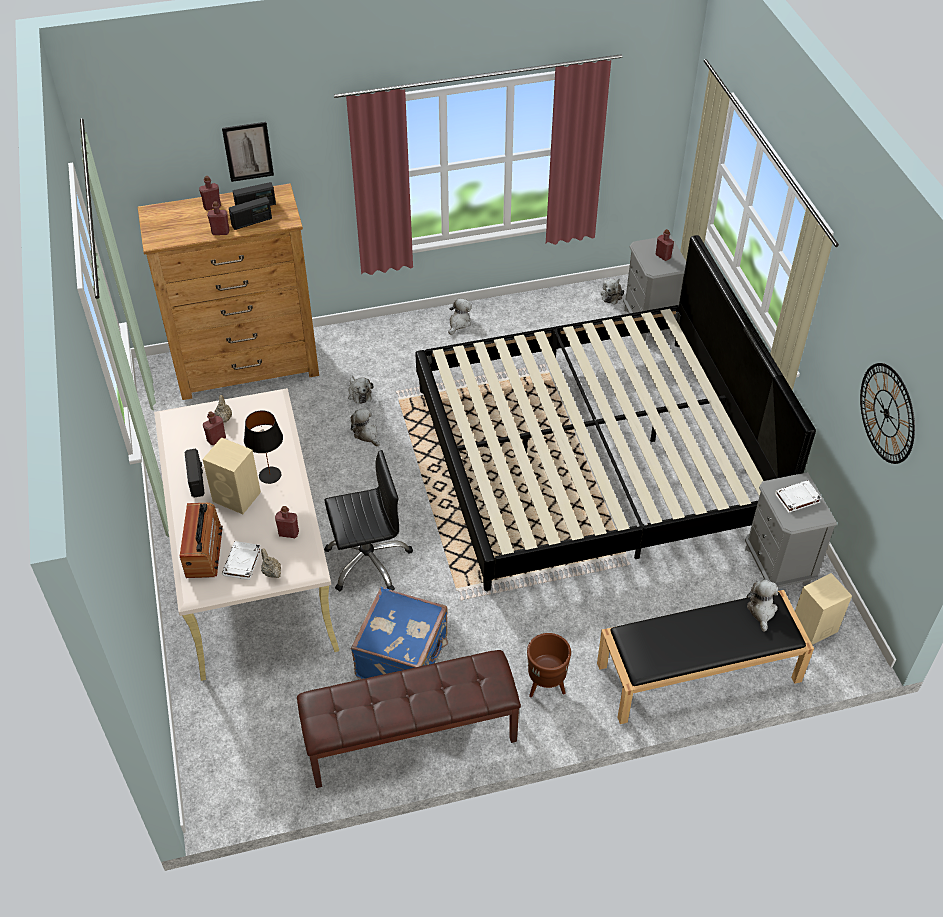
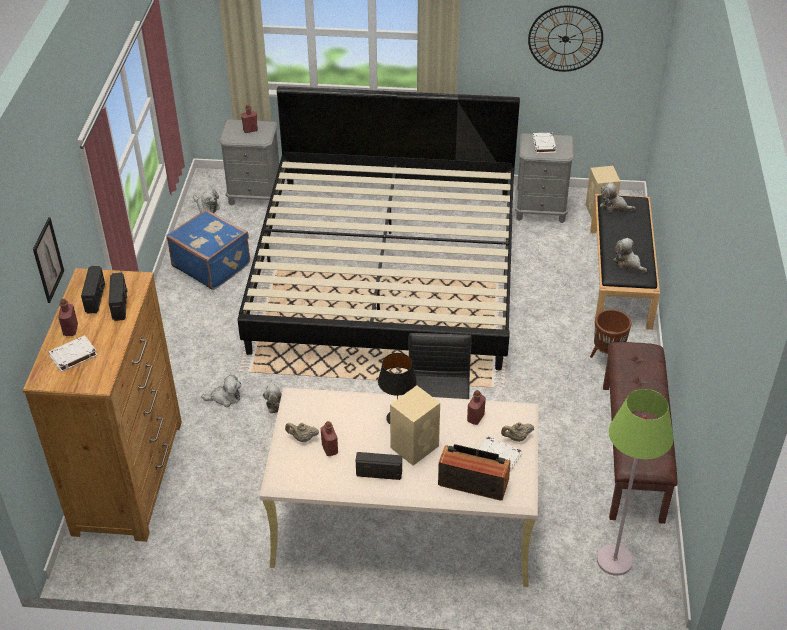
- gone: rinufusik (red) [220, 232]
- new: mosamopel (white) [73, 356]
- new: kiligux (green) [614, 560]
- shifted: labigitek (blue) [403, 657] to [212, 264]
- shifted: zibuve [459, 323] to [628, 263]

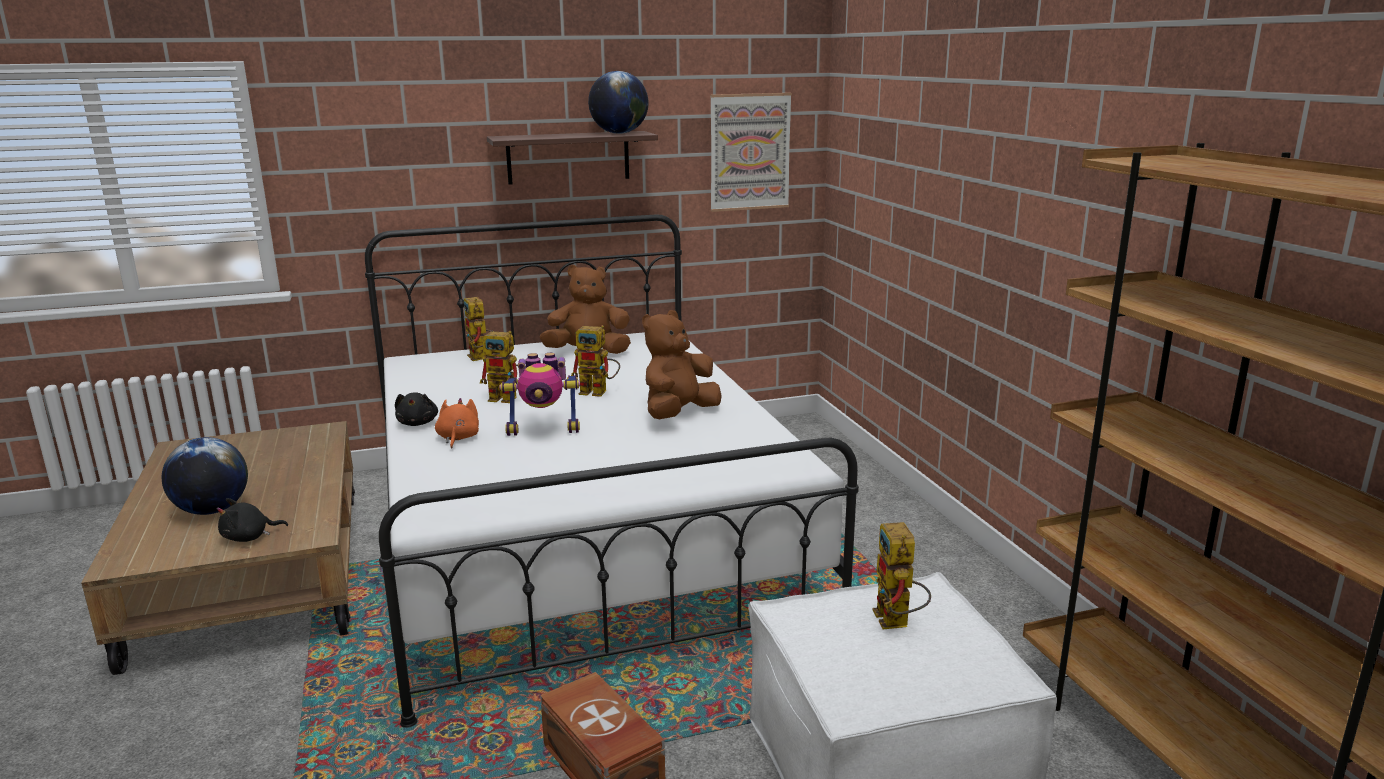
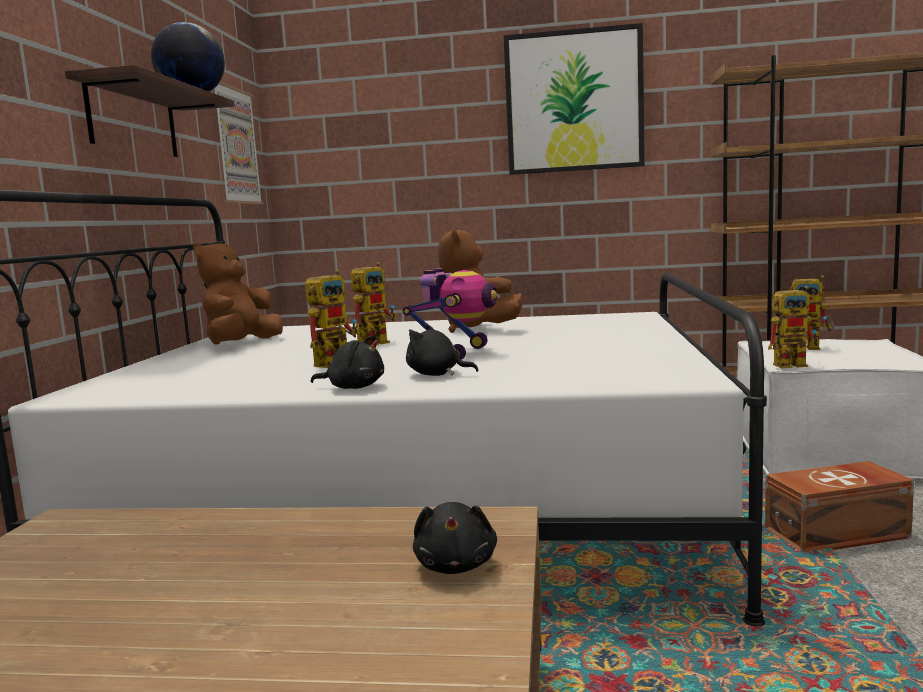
- gone: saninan [212, 510]
- new: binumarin [574, 101]
- shifted: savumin [481, 358] to [795, 364]
- repainted: zibuve (orange) [458, 438] to zibuve (black) [437, 375]

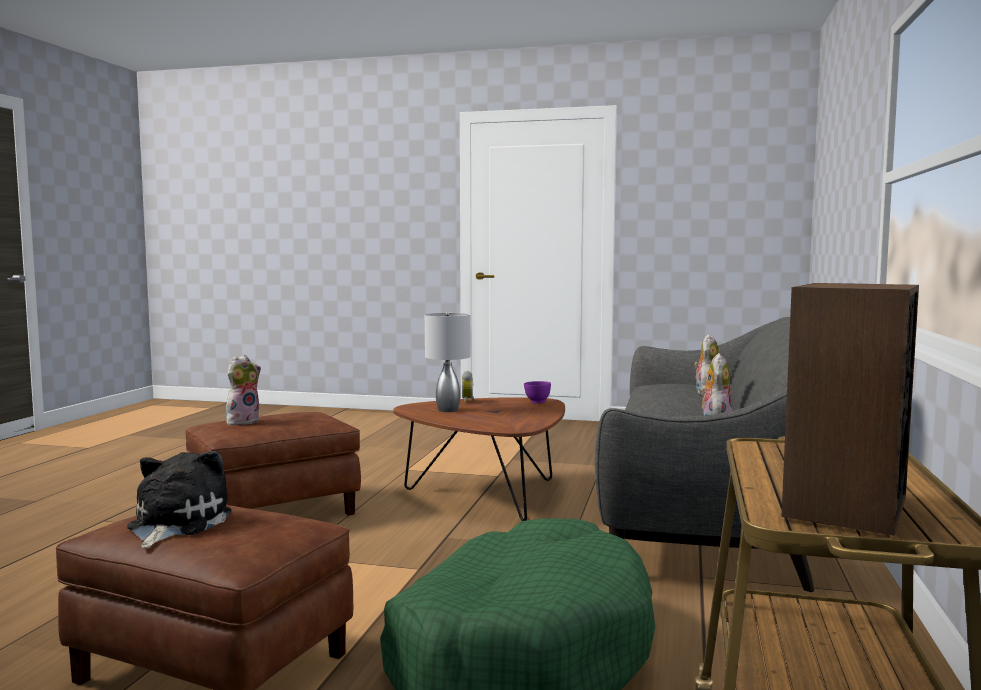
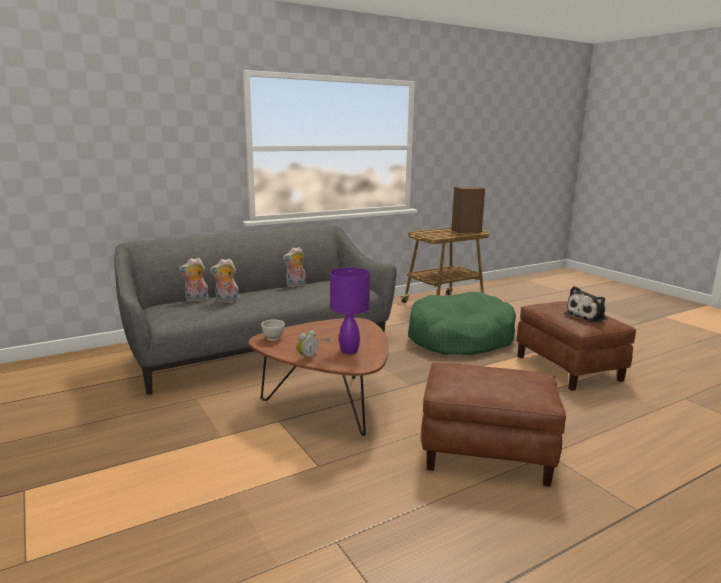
- shifted: zibuve [243, 421] to [226, 301]
- repainted: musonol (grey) [447, 410] to musonol (purple) [349, 351]
- repainted: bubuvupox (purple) [537, 402] to bubuvupox (white) [273, 339]

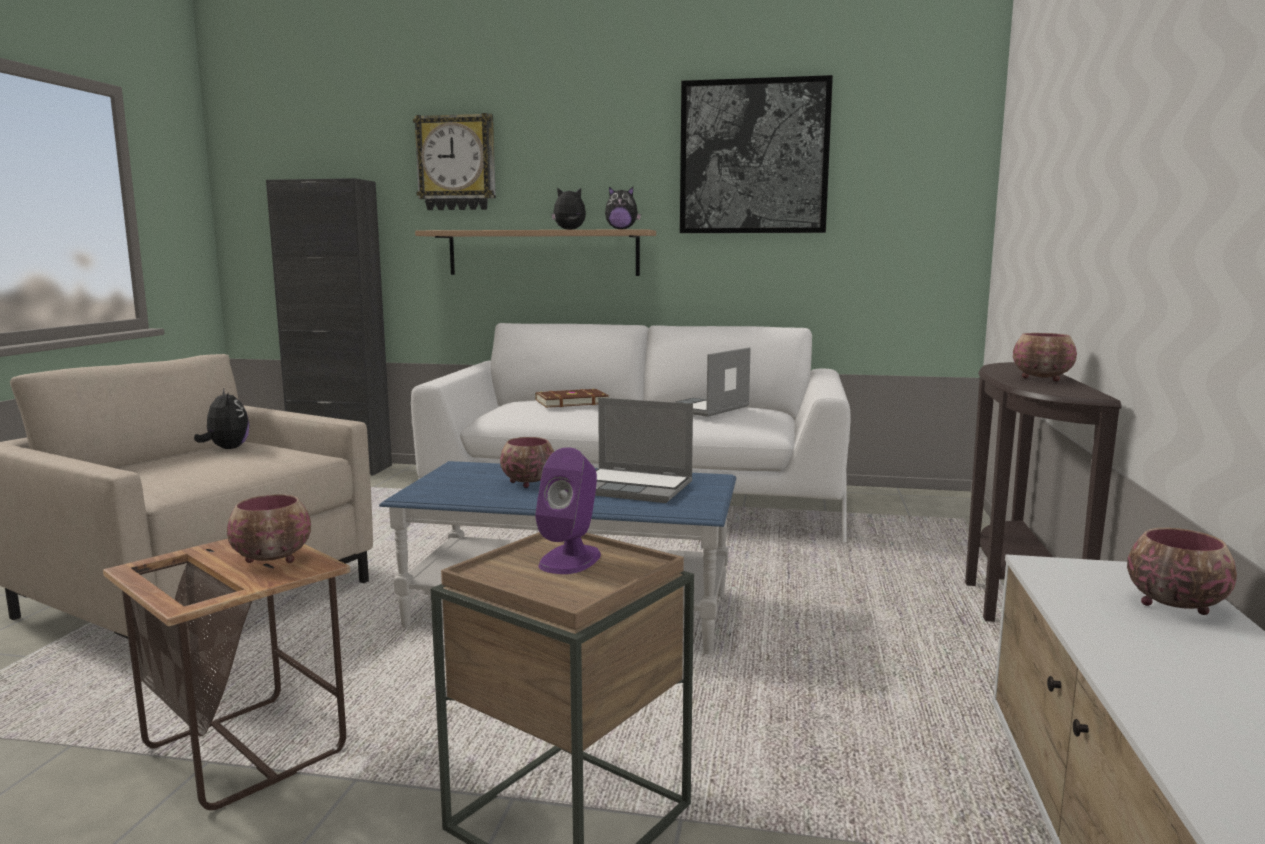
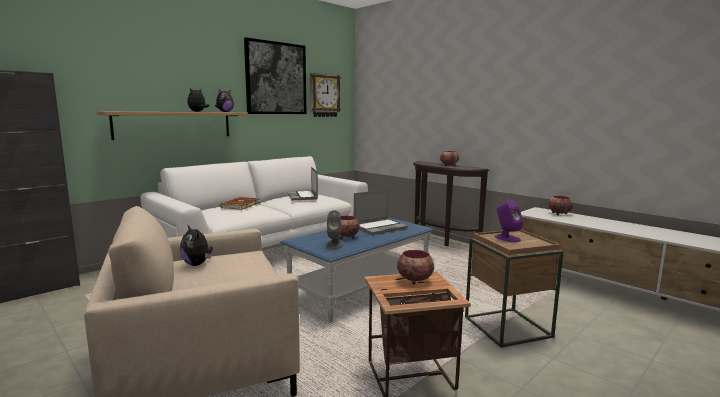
- new: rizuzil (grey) [334, 245]
- shifted: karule [456, 163] to [324, 95]
- rotated: zibuve [226, 449] = [197, 264] 135 degrees counterclockwise

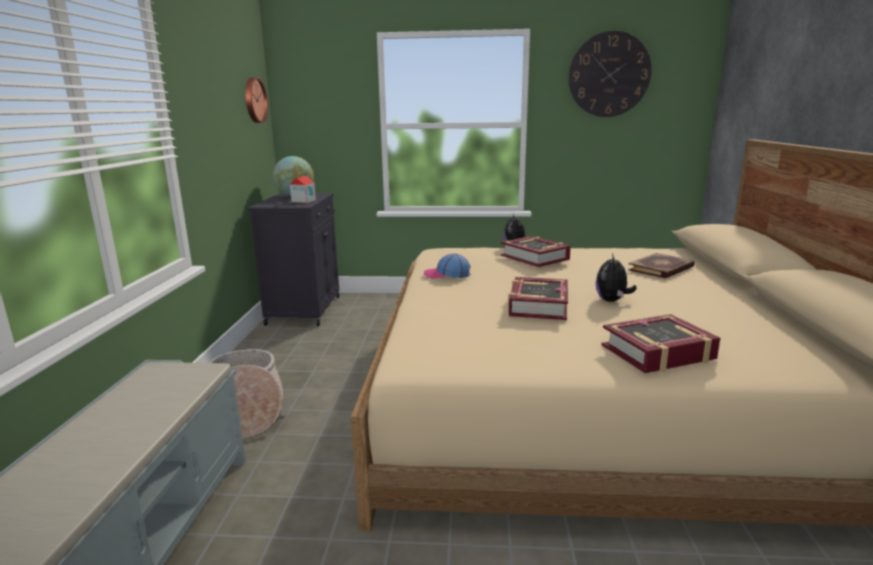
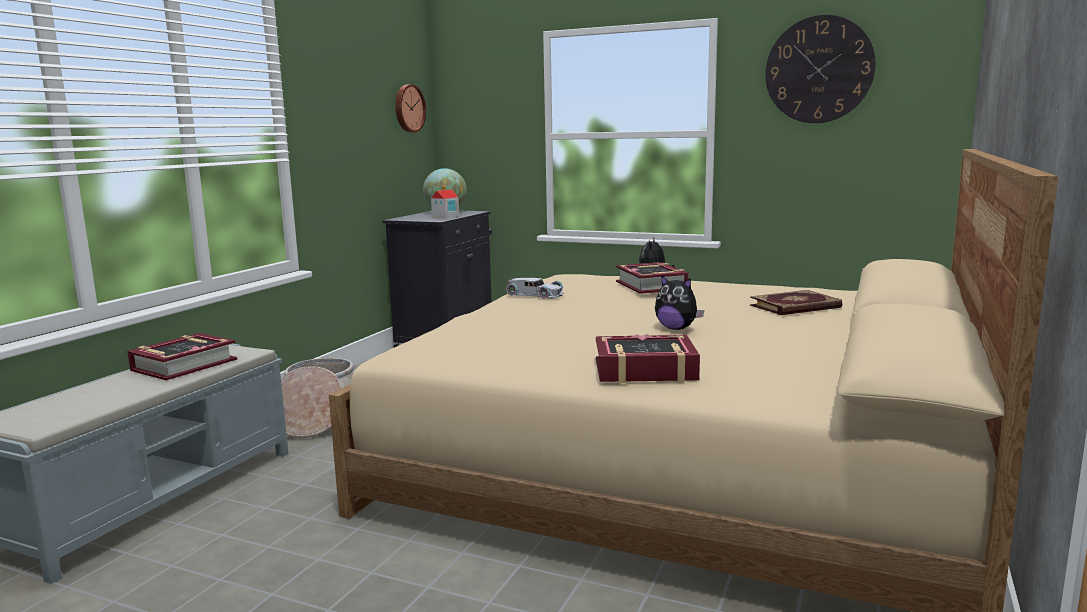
- shifted: mosamopel [538, 306] to [184, 365]
- swapped: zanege [447, 274] to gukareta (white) [535, 294]
- rotated: zibuve [612, 301] = [676, 328] 90 degrees counterclockwise

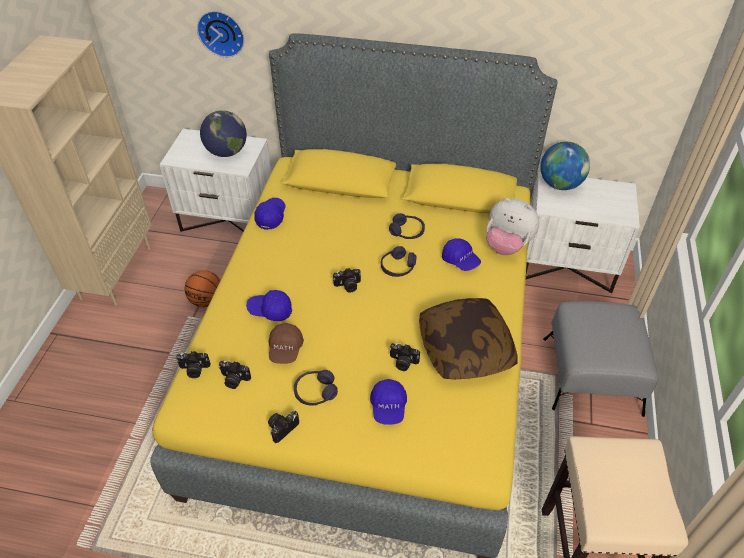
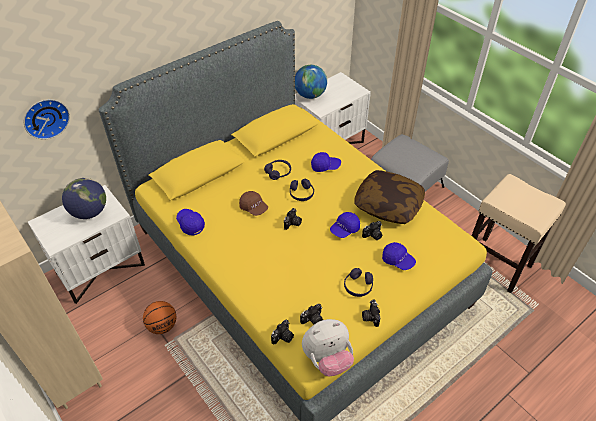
- shifted: zanege (blue) [270, 310] to [344, 229]
- shifted: zanege (brown) [285, 349] to [254, 208]
- shifted: zibuve [507, 245] to [327, 359]

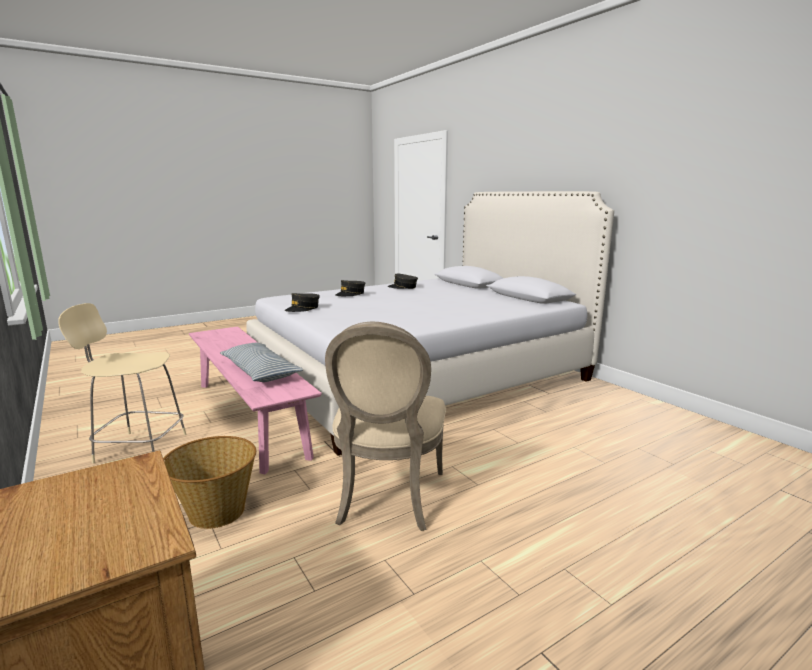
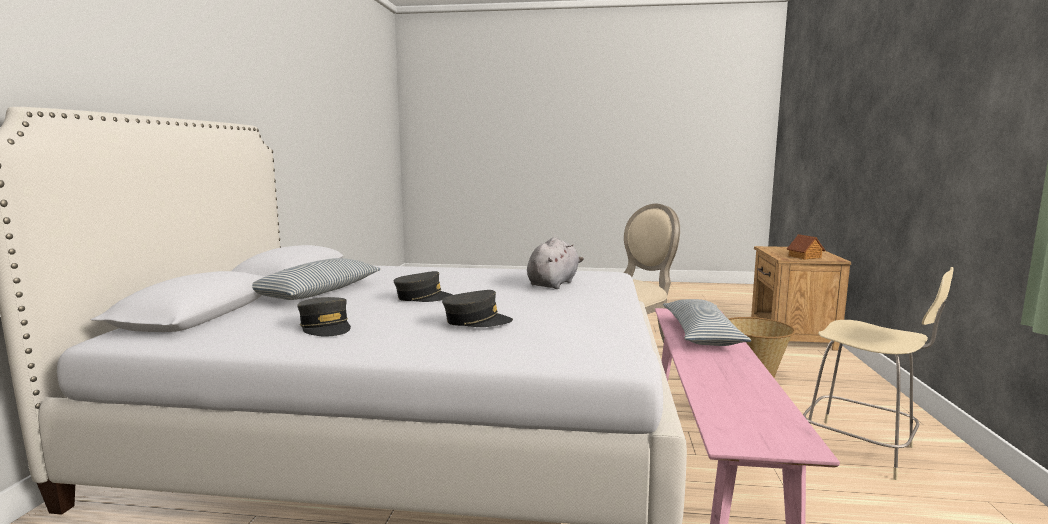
- new: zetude [318, 292]
- new: zibuve (grey) [553, 284]
- new: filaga [805, 257]
- shifted: zanege (grey) [303, 308] to [423, 297]

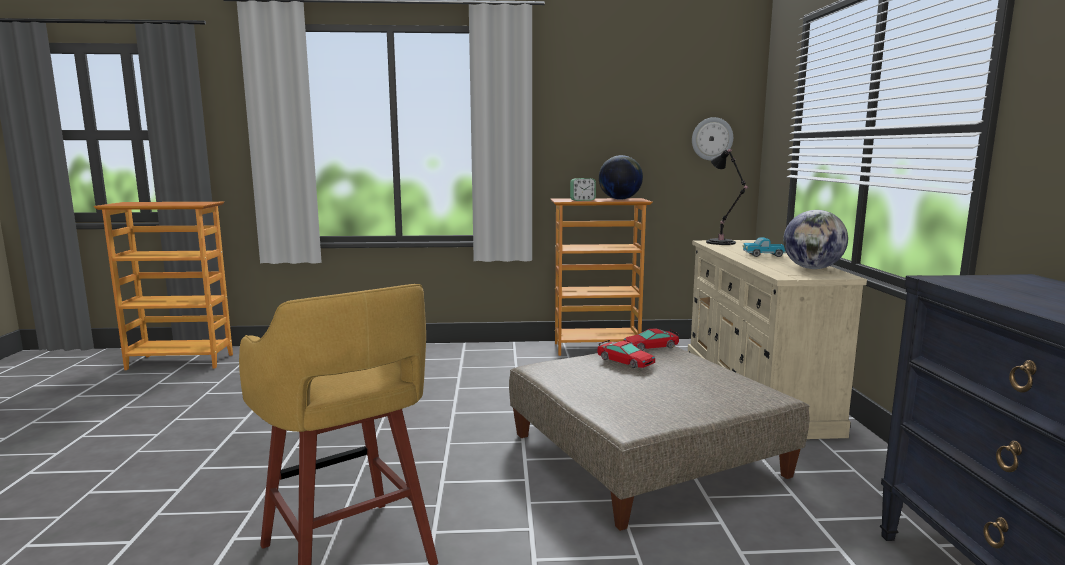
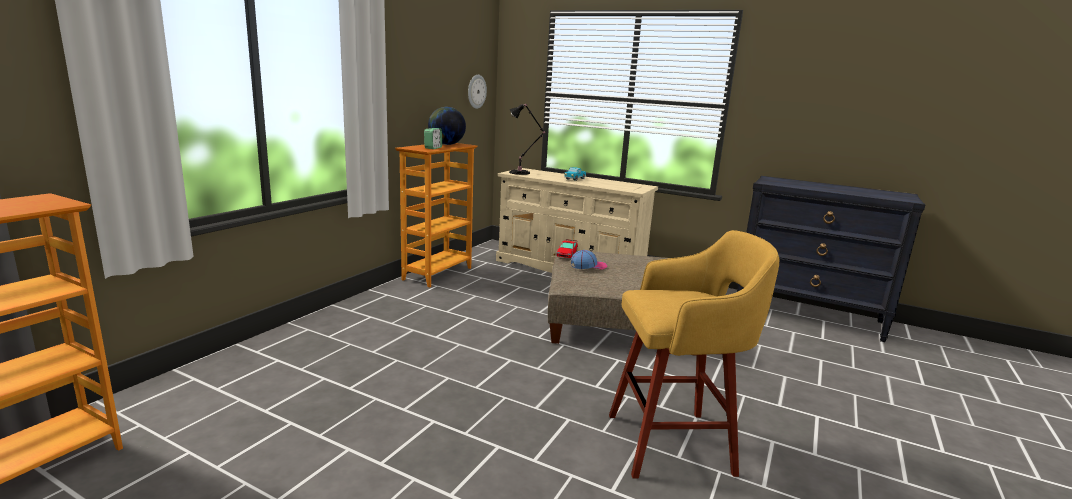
- gone: saninan [812, 268]
- swapped: gukareta [625, 361] to zanege [588, 265]

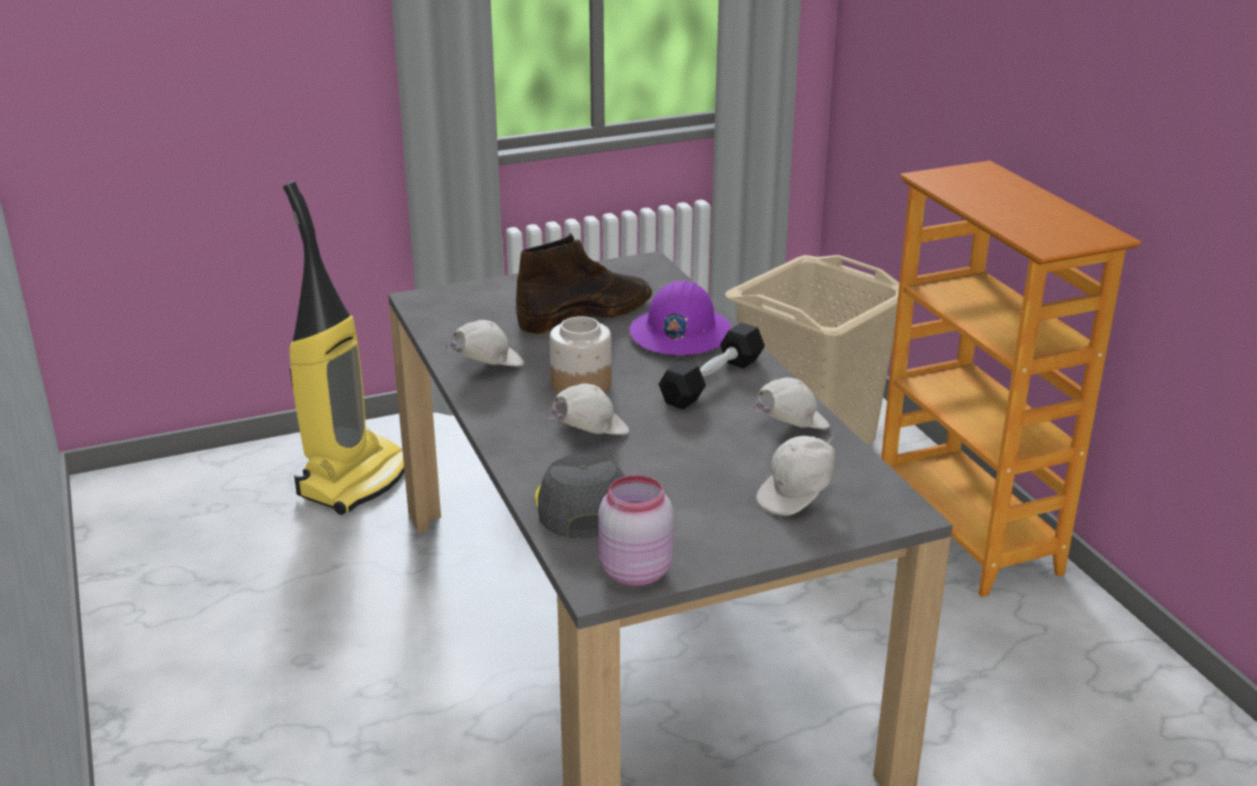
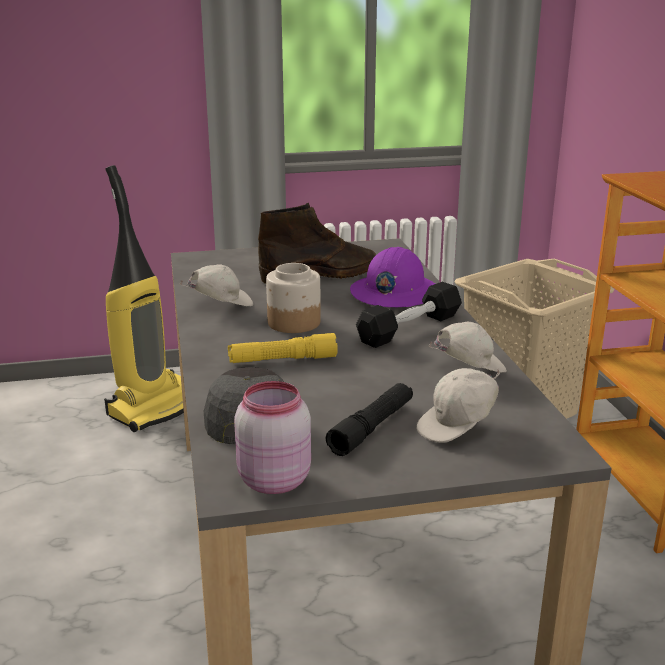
- new: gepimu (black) [372, 428]
- swapped: zanege (white) [588, 434] to gepimu (yellow) [282, 360]

